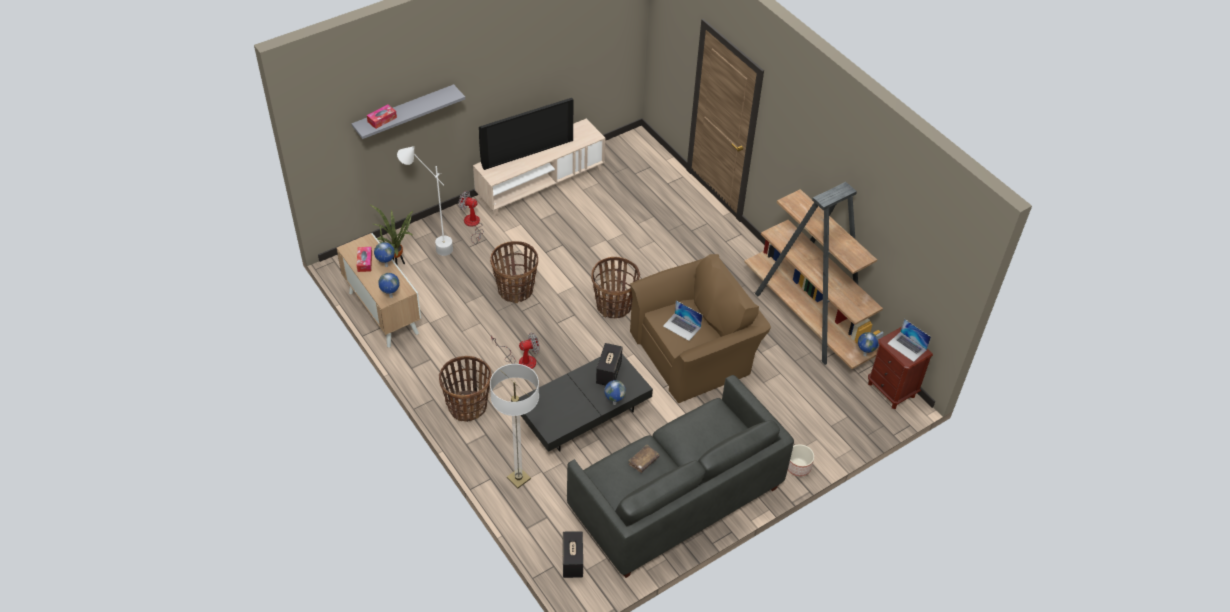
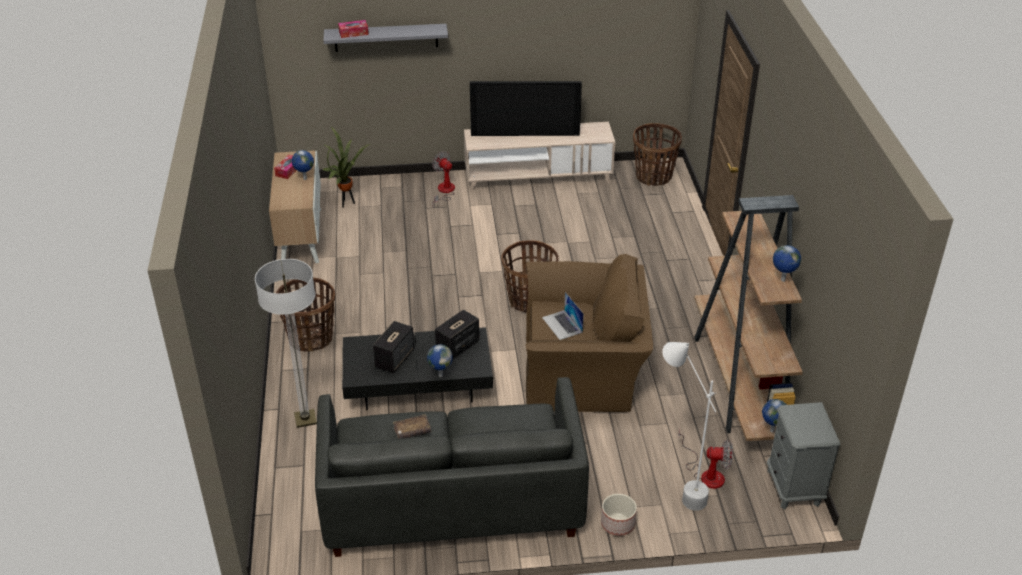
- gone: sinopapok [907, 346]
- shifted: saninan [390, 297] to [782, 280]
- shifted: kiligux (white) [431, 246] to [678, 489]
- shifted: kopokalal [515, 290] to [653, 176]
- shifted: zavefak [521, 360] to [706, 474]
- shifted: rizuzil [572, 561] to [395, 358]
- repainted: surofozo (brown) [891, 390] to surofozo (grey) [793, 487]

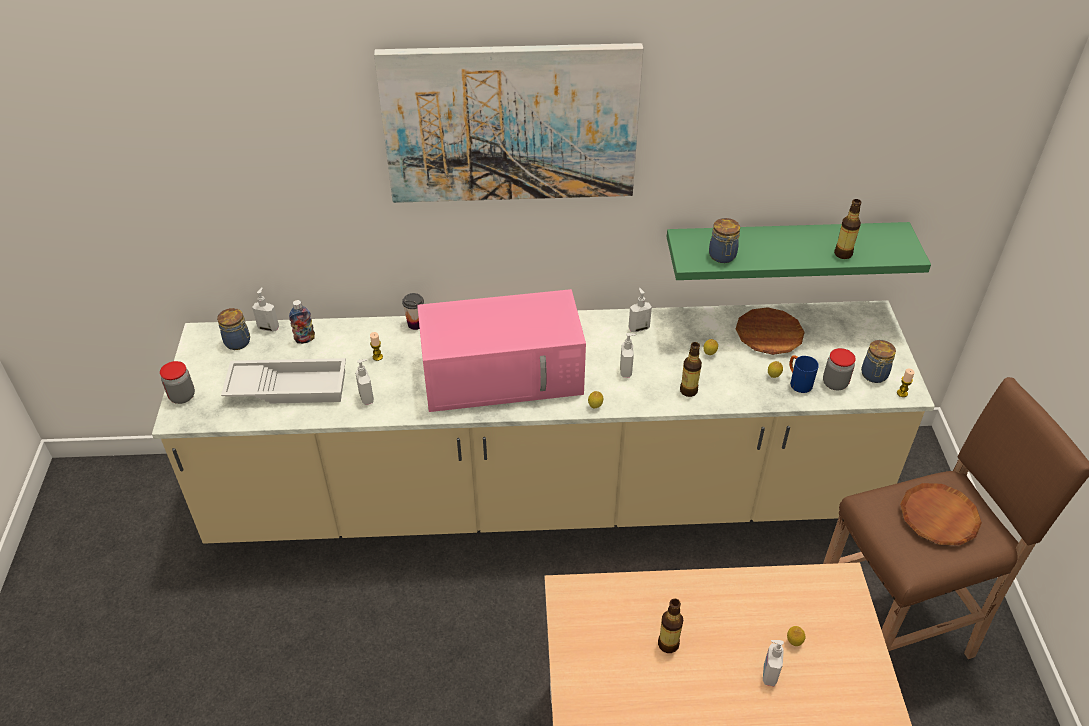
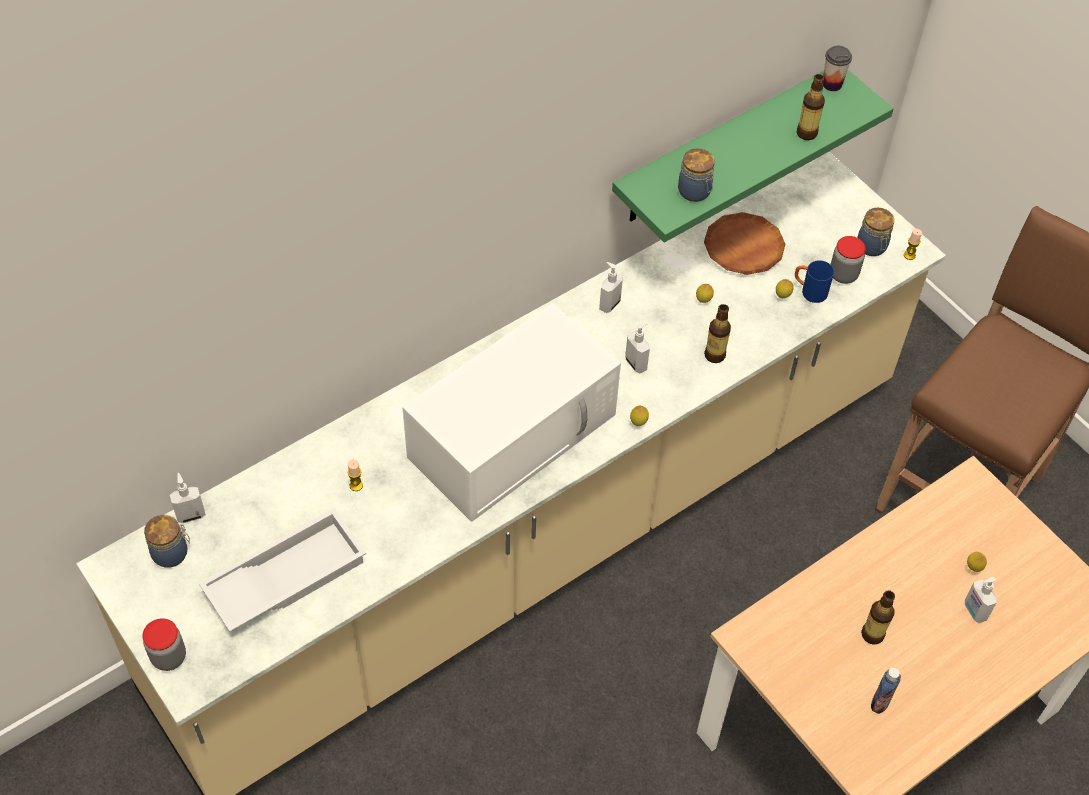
- gone: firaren [367, 397]
- gone: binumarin [511, 124]
- gone: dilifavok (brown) [938, 517]
- shifted: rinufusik [305, 339] to [880, 702]
- shifted: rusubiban [415, 324] to [832, 84]
- repainted: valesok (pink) [504, 374] to valesok (white) [514, 433]

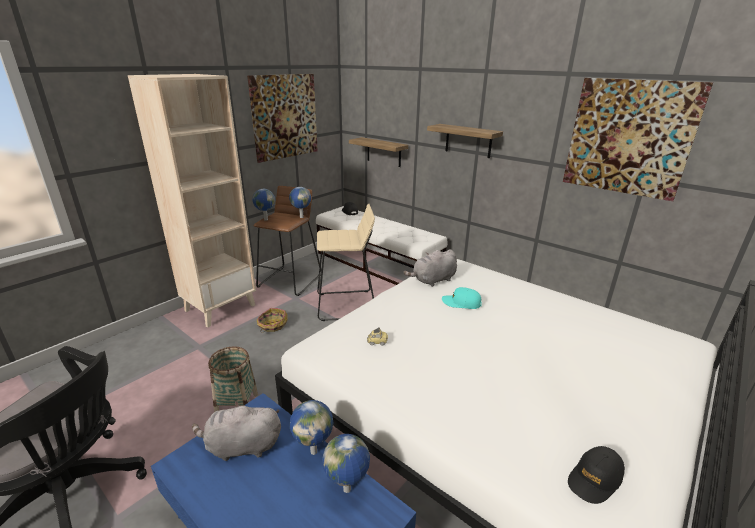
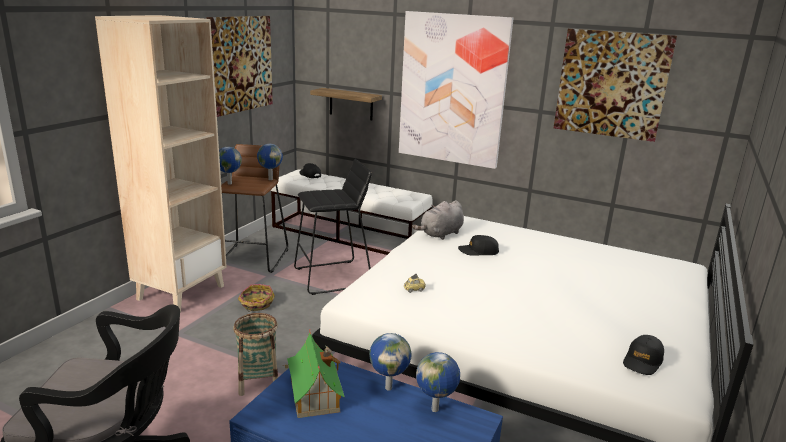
- swapped: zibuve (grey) [241, 446] to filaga [314, 394]
- swapped: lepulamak [468, 141] to binumarin [452, 90]
- repainted: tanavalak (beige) [346, 305] to tanavalak (black) [333, 277]
- repainted: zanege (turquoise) [461, 303] to zanege (black) [478, 251]

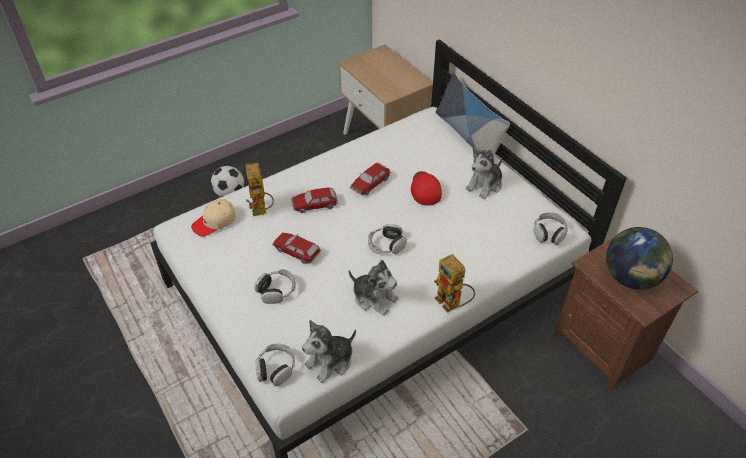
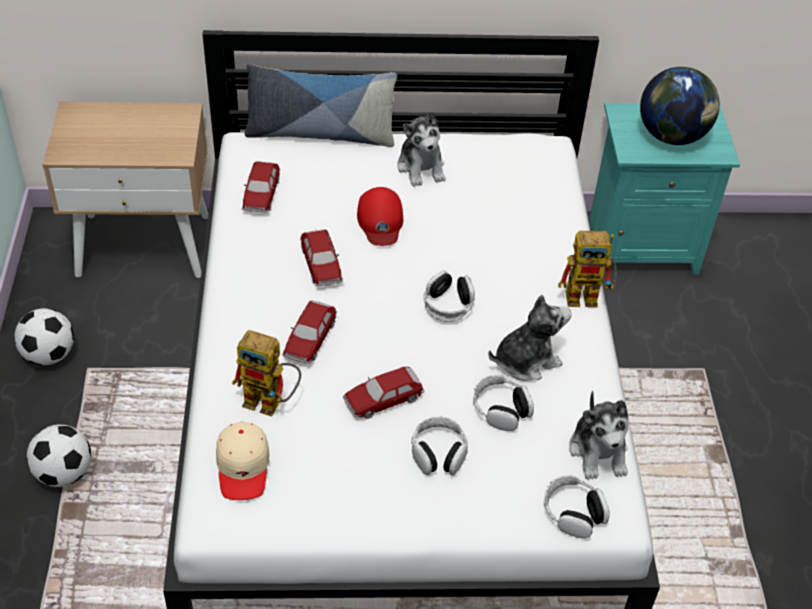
- new: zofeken [49, 355]
- new: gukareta [261, 194]
- shifted: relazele [549, 233] to [501, 409]
- repainted: surofozo (brown) [604, 346] to surofozo (turquoise) [641, 245]
- rotated: zanege (red) [425, 189] = [380, 221] 120 degrees counterclockwise

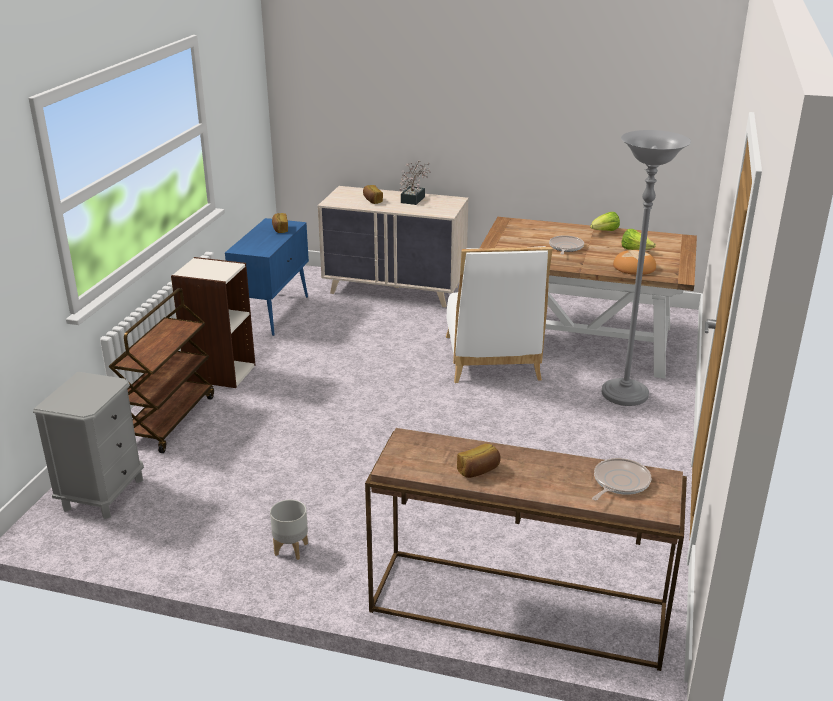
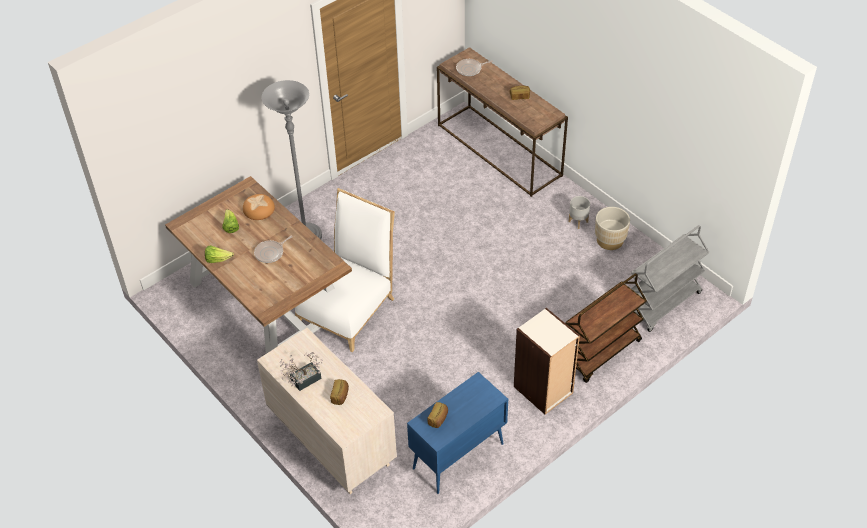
- new: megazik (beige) [610, 240]
- swapped: surofozo (grey) [103, 494] to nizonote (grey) [663, 304]

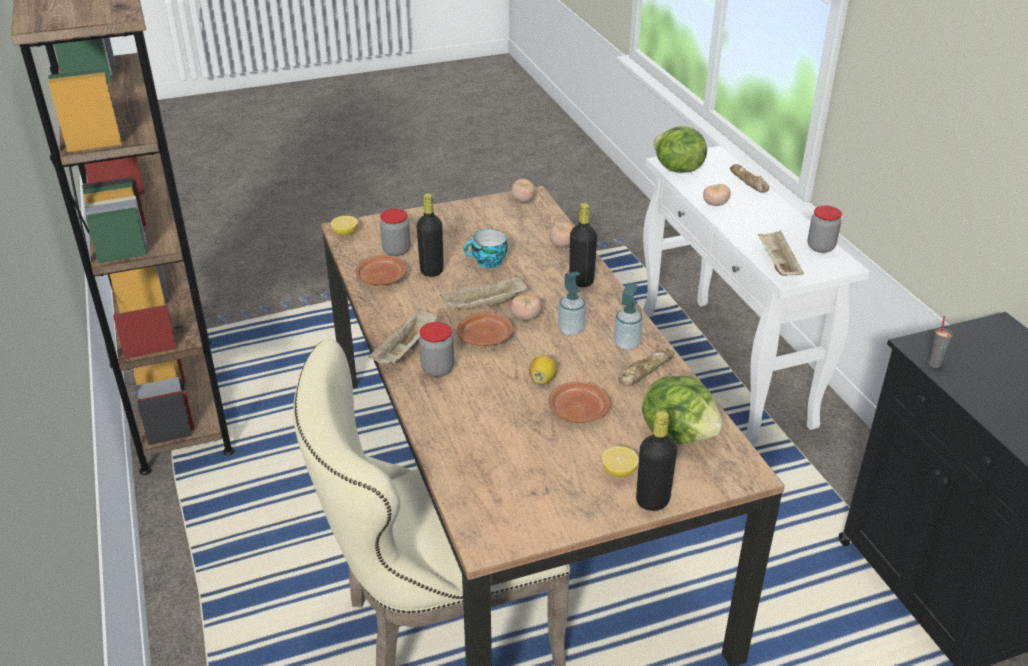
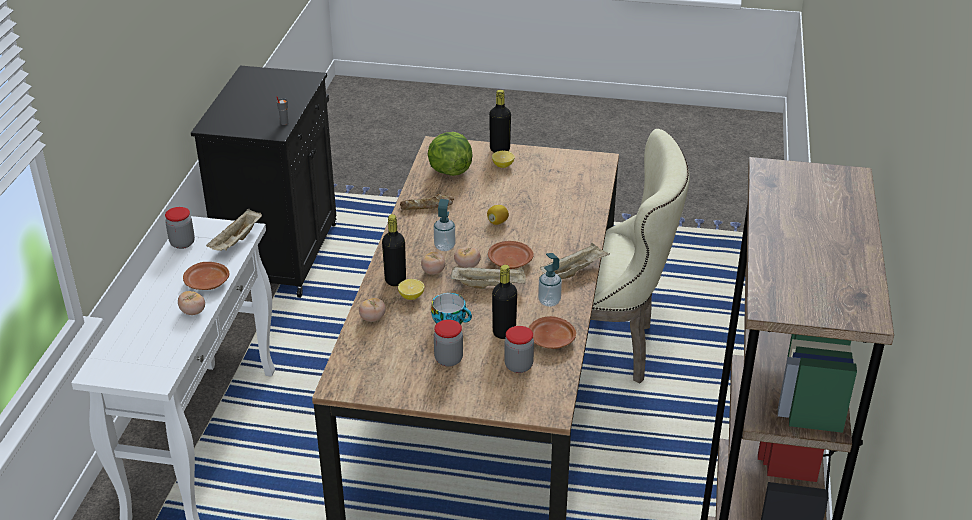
- gone: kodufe [677, 169]
- gone: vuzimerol [748, 182]
- shifted: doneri [345, 233] to [411, 296]
- shifted: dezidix [437, 369] to [448, 359]
- shifted: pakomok [523, 200] to [433, 272]
- shifted: dilifavok (brown) [577, 411] to [207, 283]
- shifted: firaren [627, 343] to [549, 301]

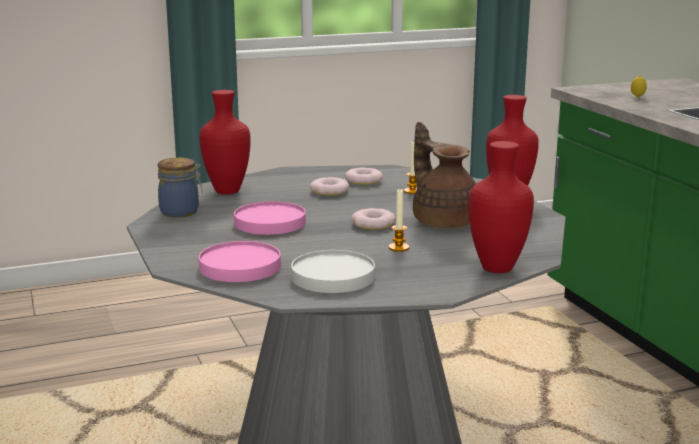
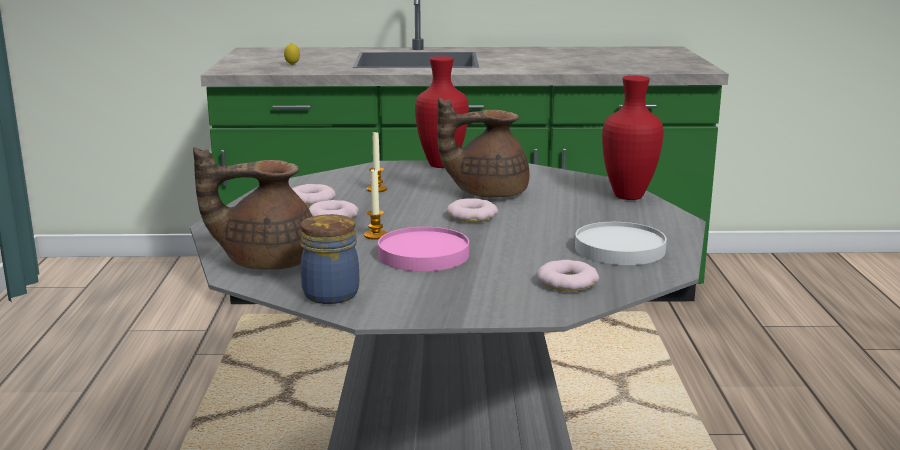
- shifted: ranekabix [398, 248] to [375, 235]
- swapped: dilifavok (pink) [239, 266] to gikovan [567, 282]
- swapped: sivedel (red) [228, 191] to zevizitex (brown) [266, 261]

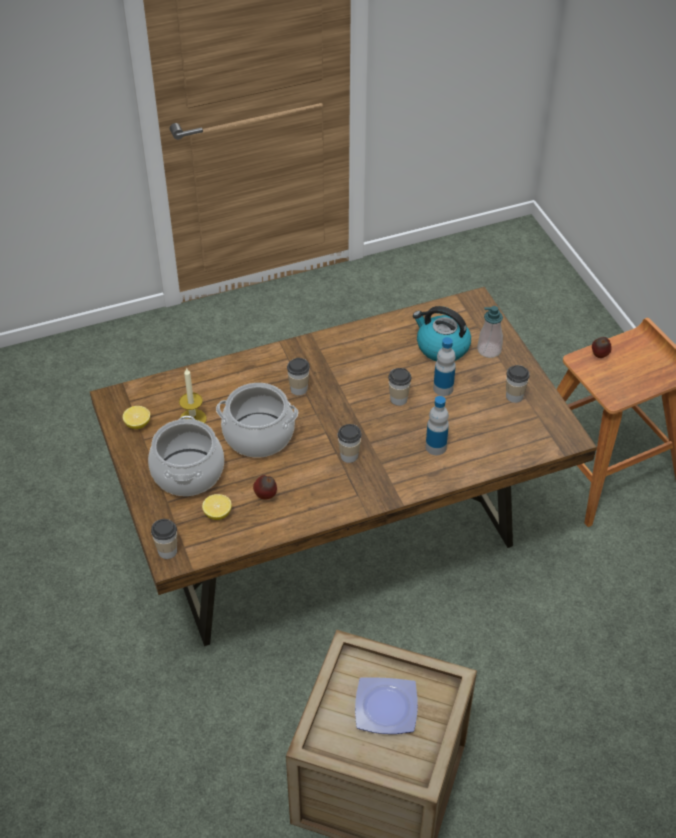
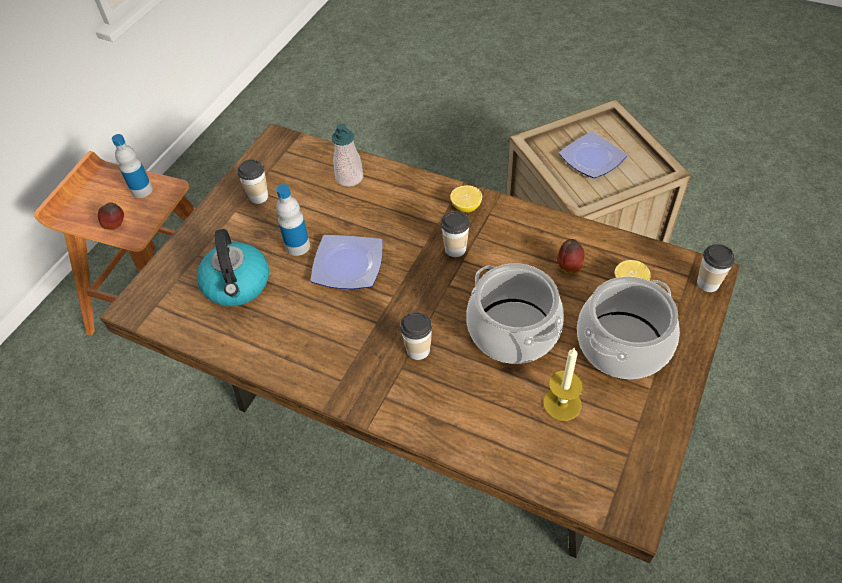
- shifted: doneri [137, 424] to [466, 207]
- shifted: rinufusik [436, 447] to [142, 190]
- shifted: firaren [489, 350] to [349, 178]
- swapped: rusubiban [398, 399] to dilifavok [346, 266]

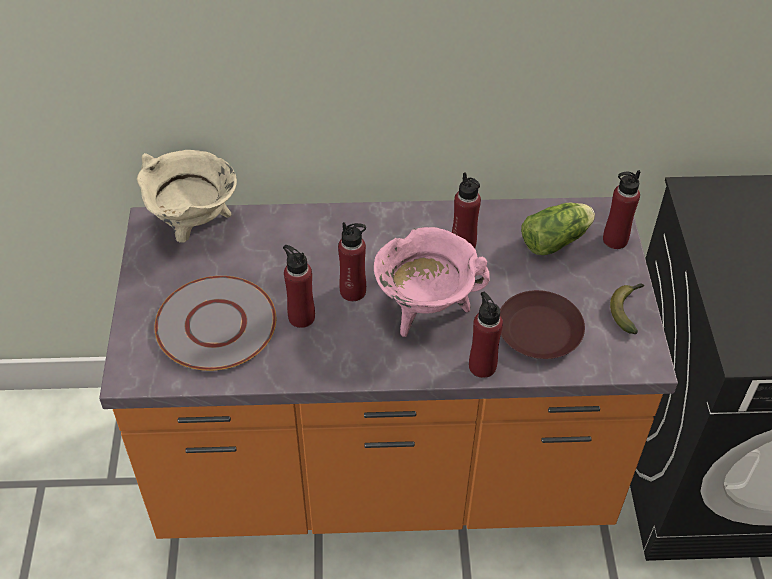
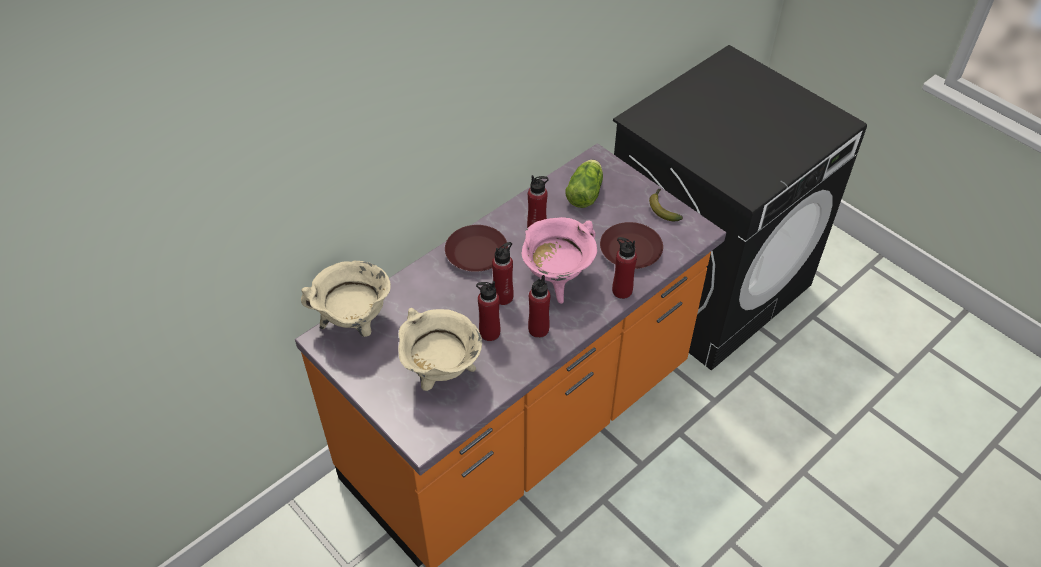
- new: dilifavok (brown) [476, 252]
- shifted: rinufusik (red) [615, 240] to [538, 329]
- swapped: dilifavok (grey) [215, 325] to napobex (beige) [441, 373]

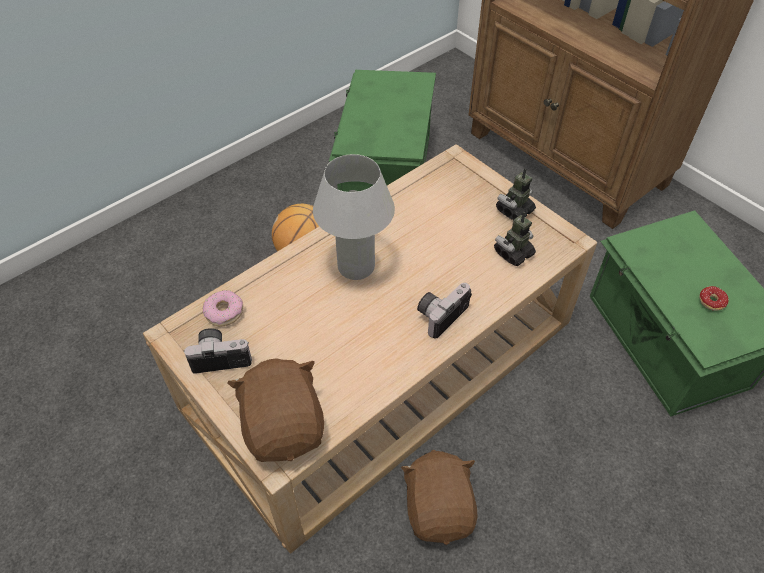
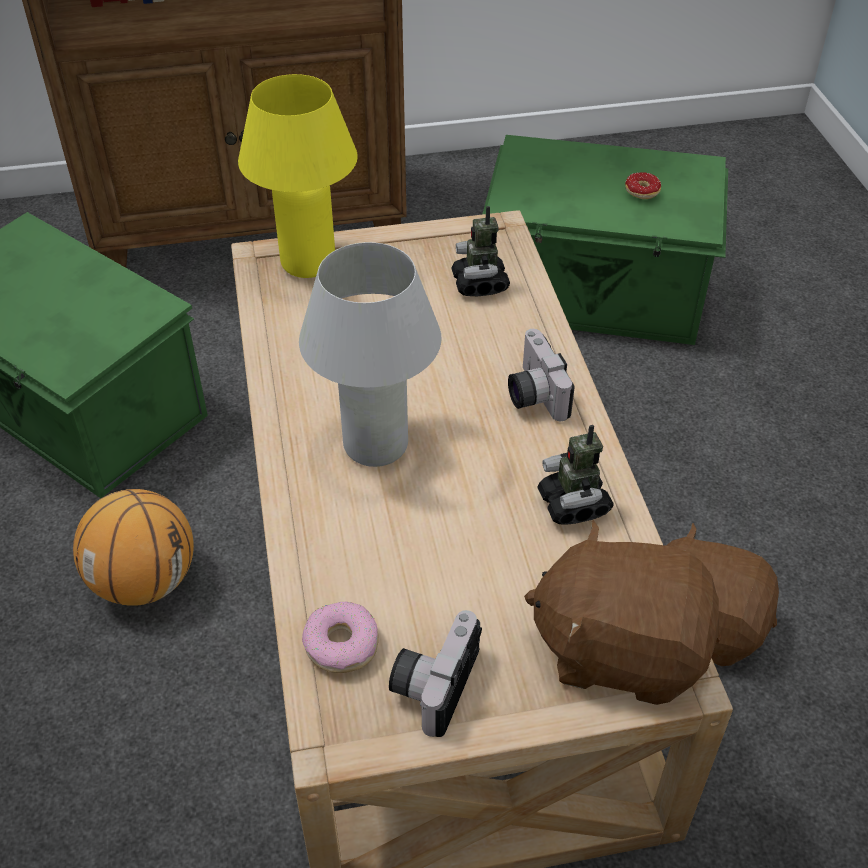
- new: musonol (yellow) [308, 263]
- shifted: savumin [514, 211] to [574, 504]

